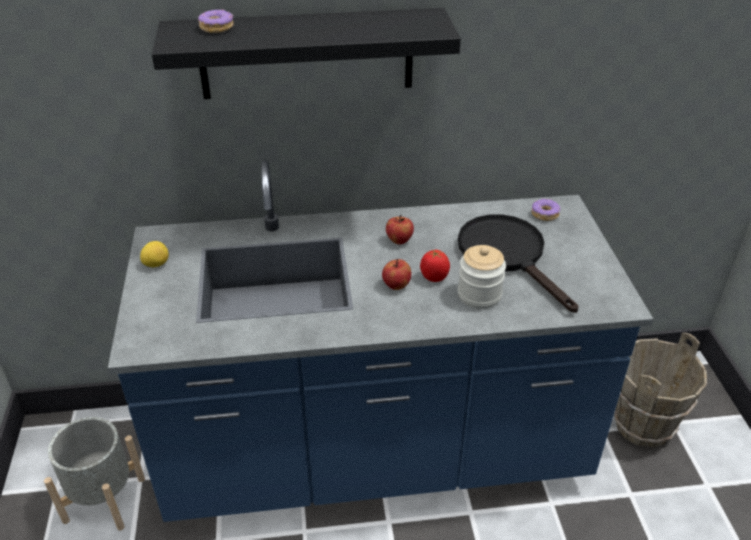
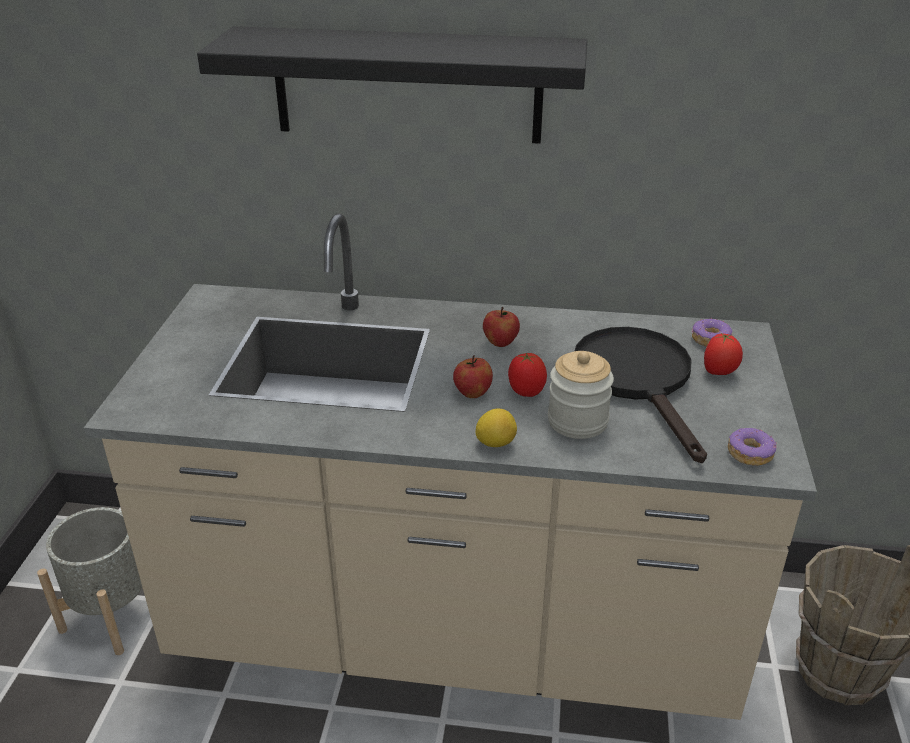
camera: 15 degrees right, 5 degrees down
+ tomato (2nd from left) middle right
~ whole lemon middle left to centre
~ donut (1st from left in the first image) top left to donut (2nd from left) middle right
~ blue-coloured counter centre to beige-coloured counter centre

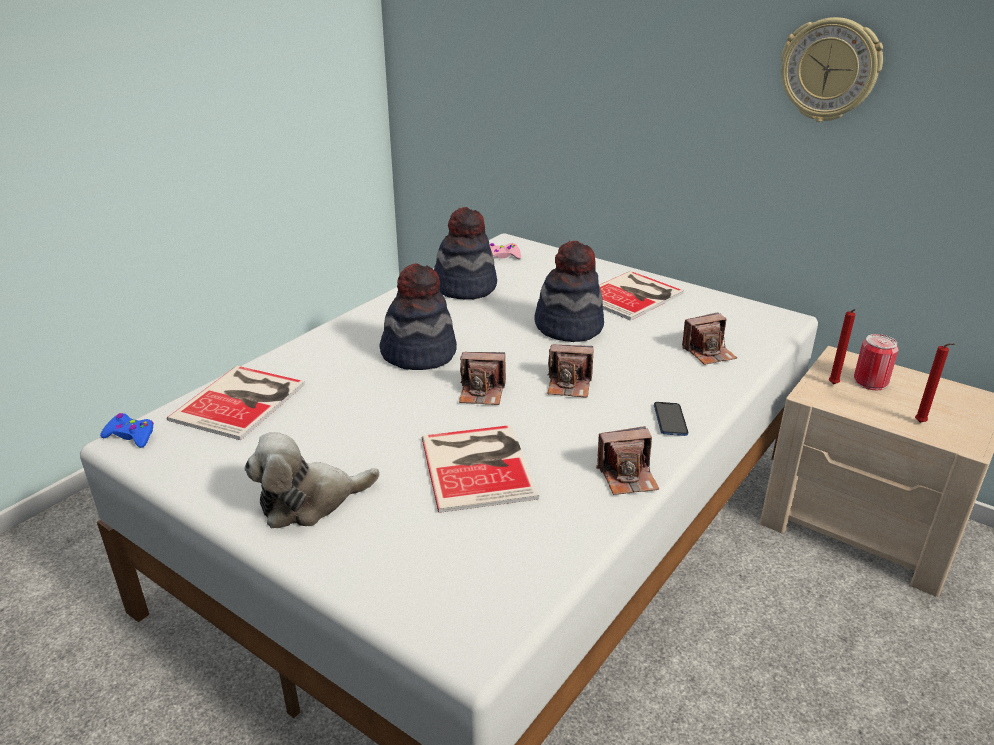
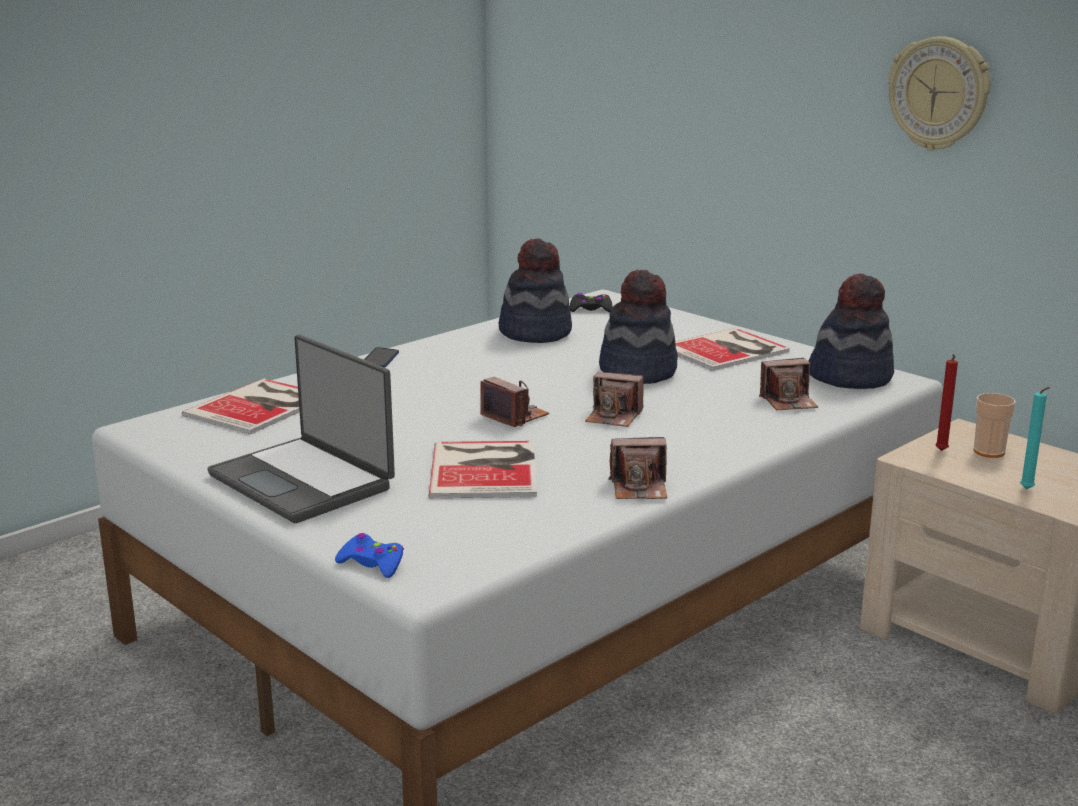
camera: 10 degrees right, 10 degrees down
~ blue-coloured game controller middle left to bottom centre
~ hat (1st from left in the first image) centre to hat (3rd from left) middle right
~ telephone middle right to centre
~ soft toy middle left to laptop middle left
~ metal can middle right to cup middle right
~ pink-coloured game controller centre to black-coloured game controller centre
~ red-coloured candle (2nd from left) middle right to turquoise candle middle right
~ photo camera (1st from left) centre = centre 150 degrees counterclockwise

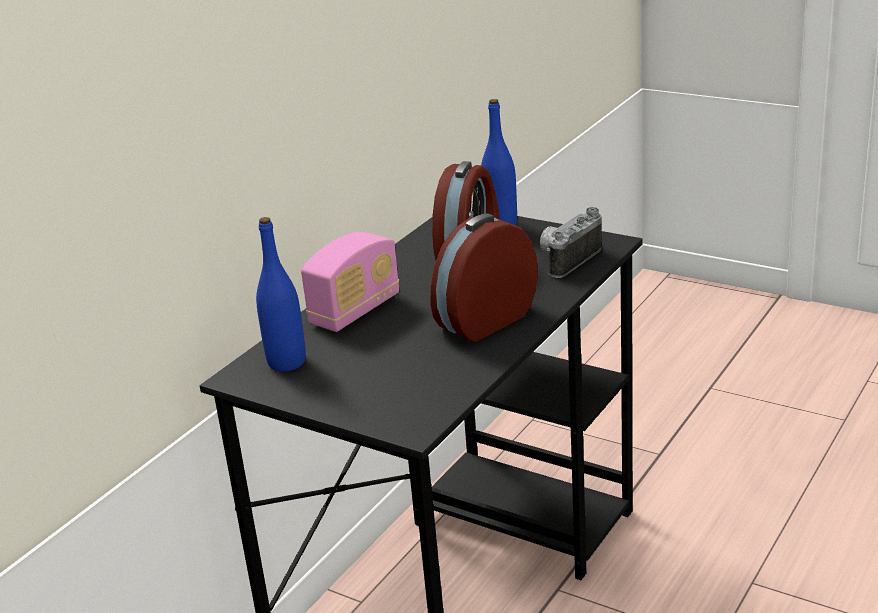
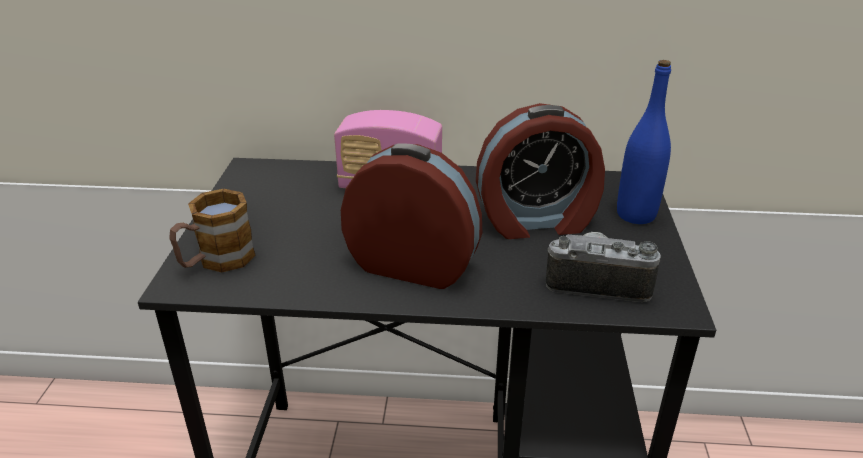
camera: 60 degrees right, 5 degrees up
- blue-coloured drink bottle (1st from left) middle left
+ tea mug middle left

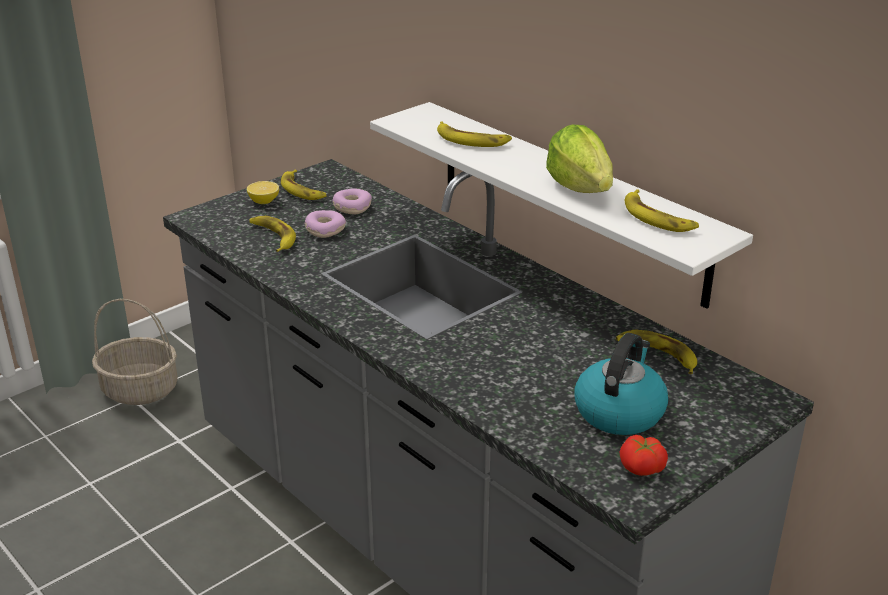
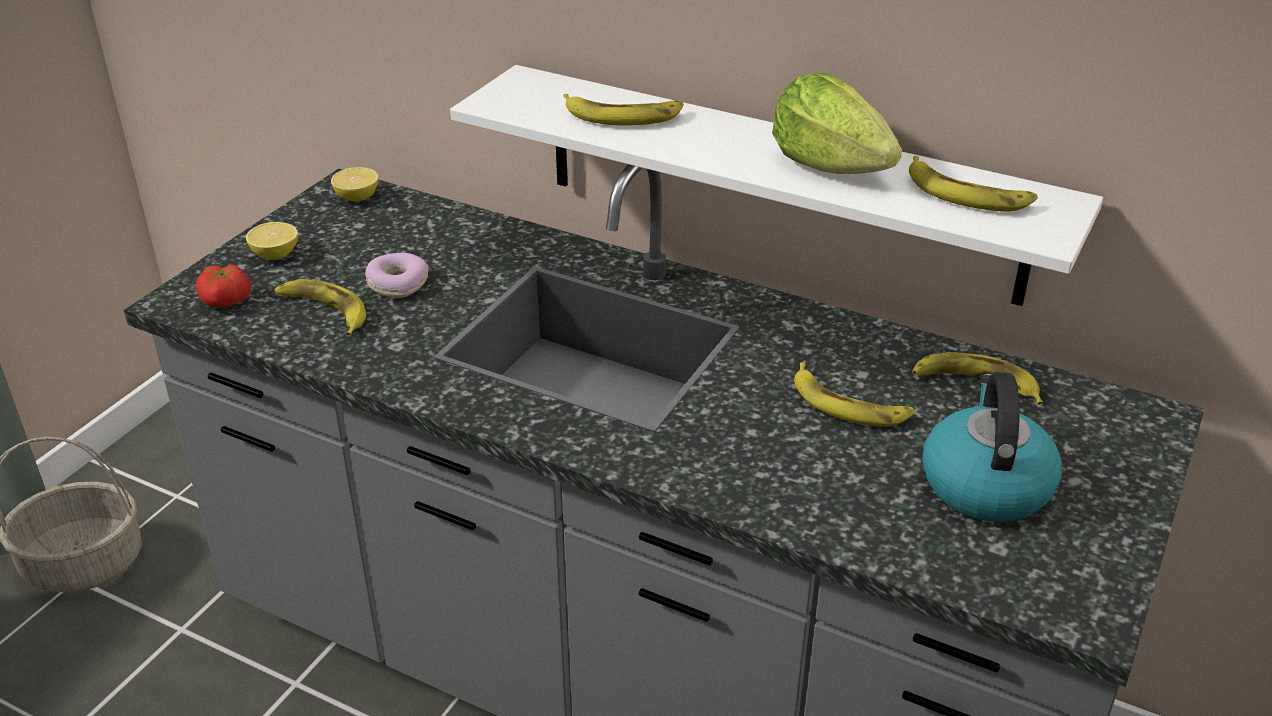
camera: 20 degrees left, 5 degrees up
- donut (2nd from left) centre
+ whole lemon (2nd from left) top left
~ banana fruit (2nd from left in the first image) top centre to banana fruit (3rd from left) middle right
~ tomato bottom right to middle left

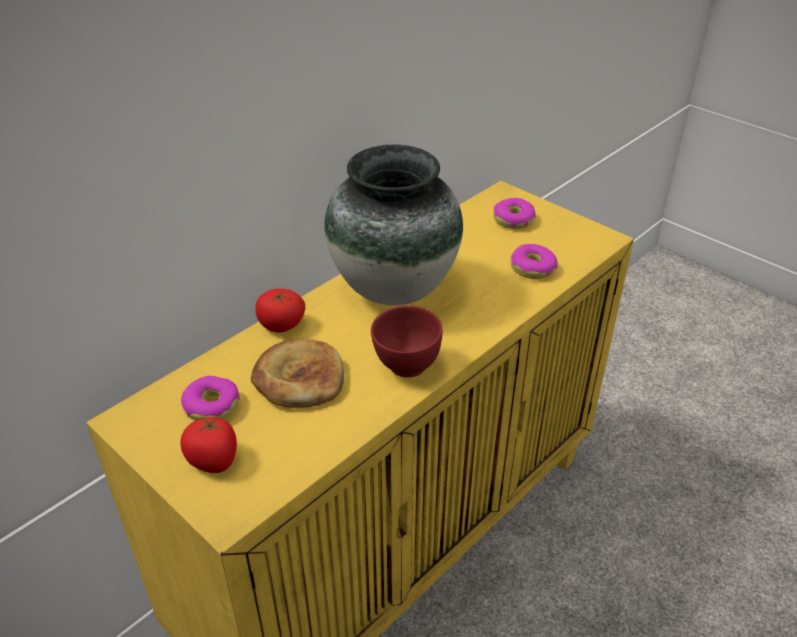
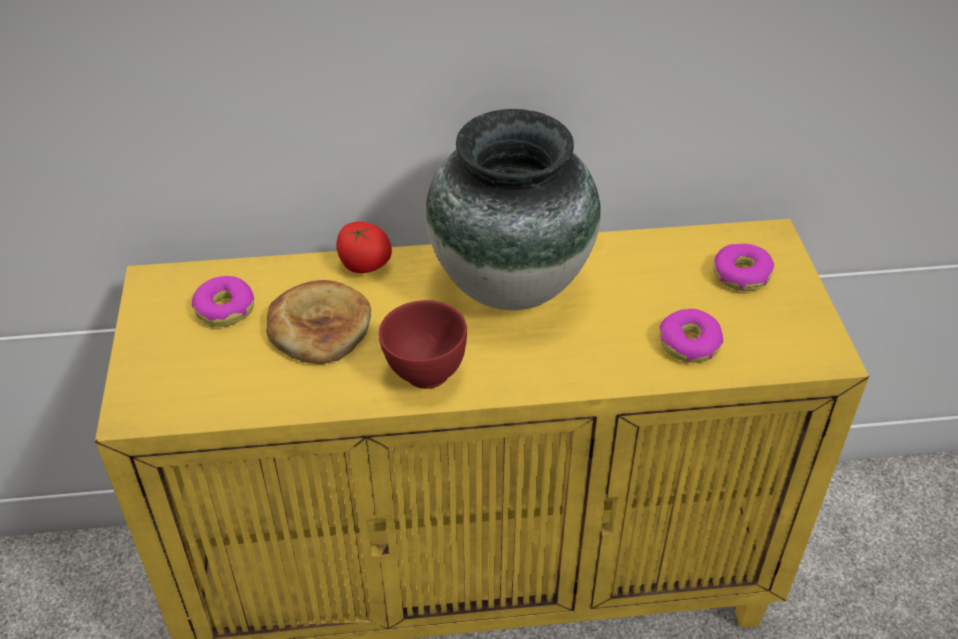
camera: 40 degrees right, 5 degrees up
- tomato (1st from left) bottom left

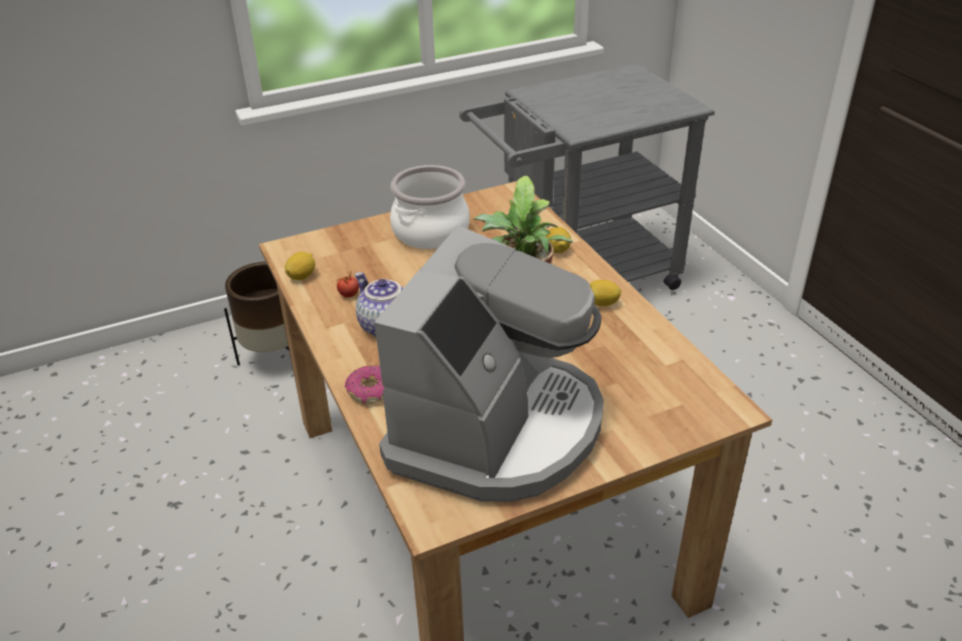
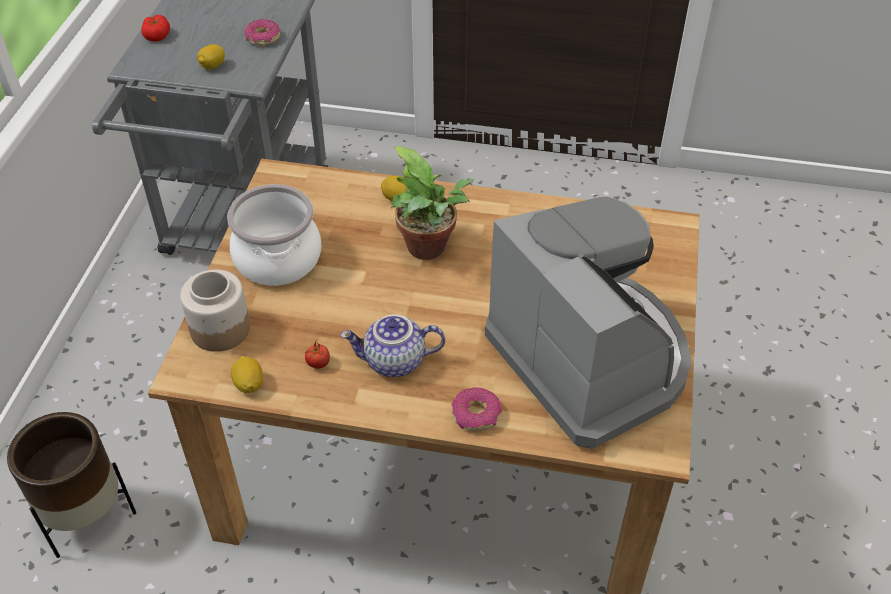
camera: 55 degrees left, 10 degrees up
+ tomato (1st from left) top left
+ storage jar middle left
+ donut (1st from left) top left
~ whole lemon (3rd from left in the first image) centre to whole lemon (1st from left) top left

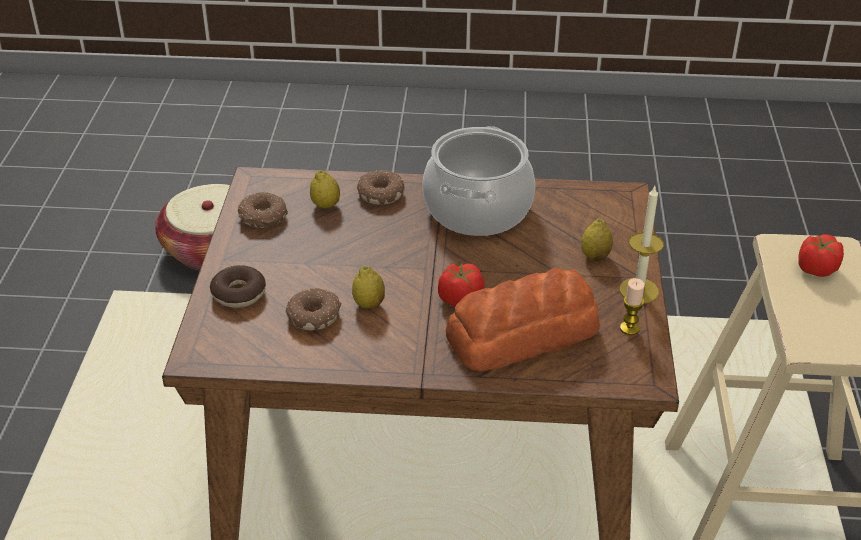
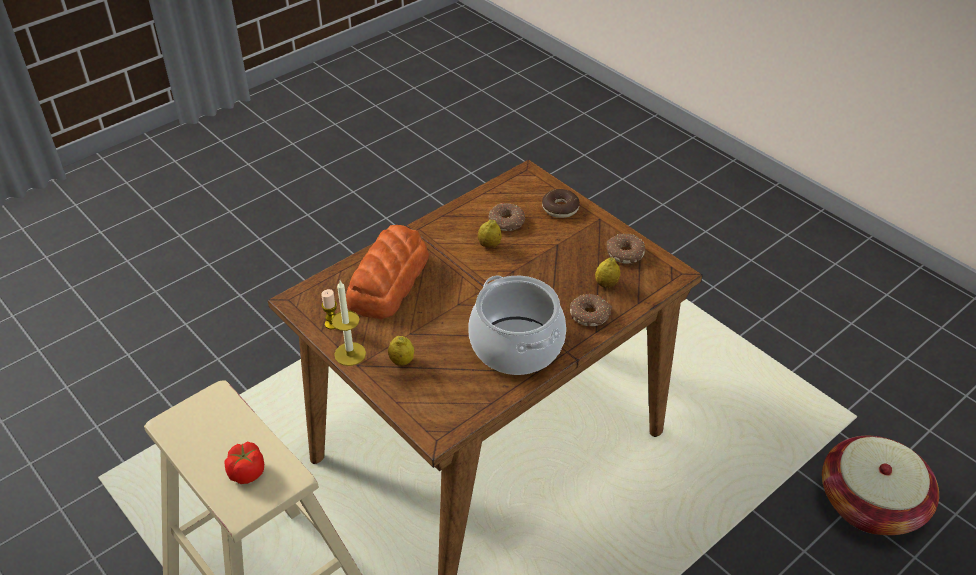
camera: 135 degrees right, 5 degrees up
- tomato (1st from left) centre

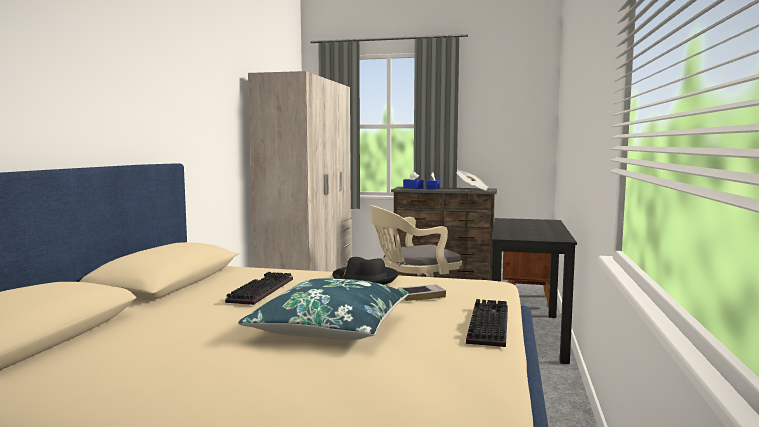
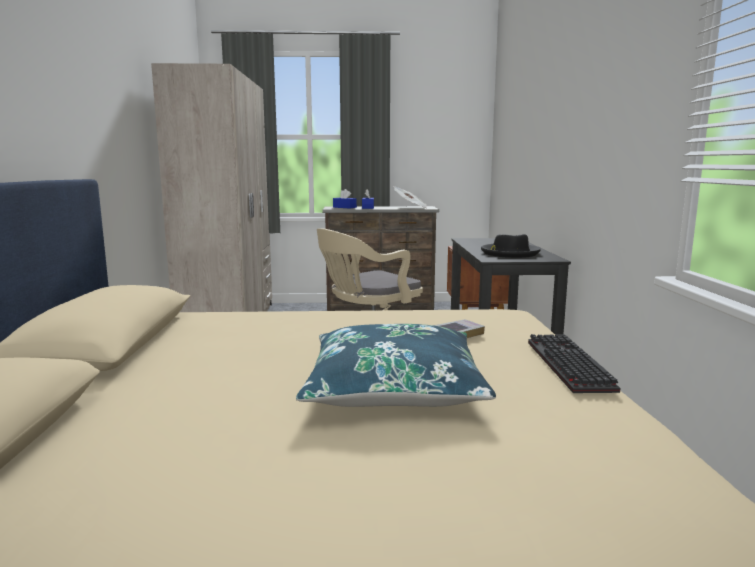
camera: 15 degrees left, 5 degrees up
- keyboard (1st from left) bottom centre
~ black-coloured hat centre to middle right

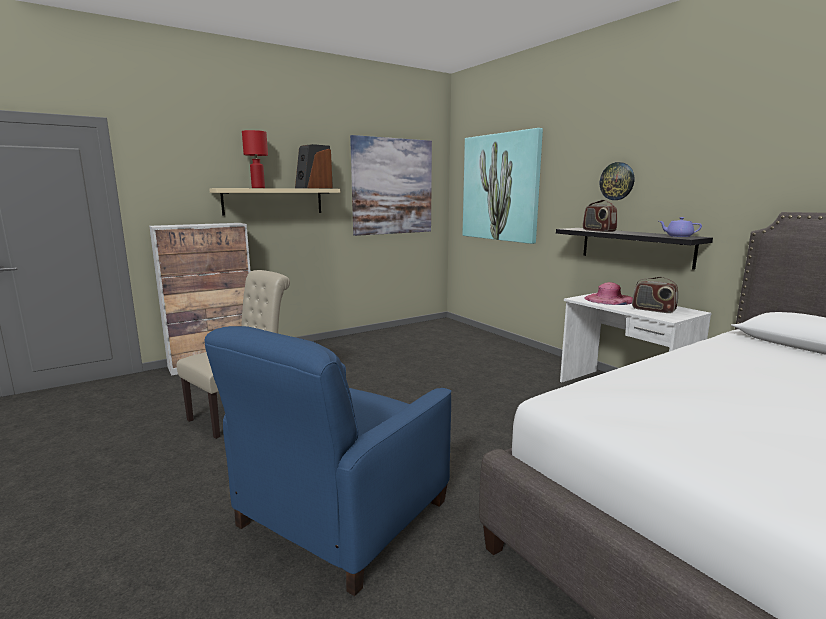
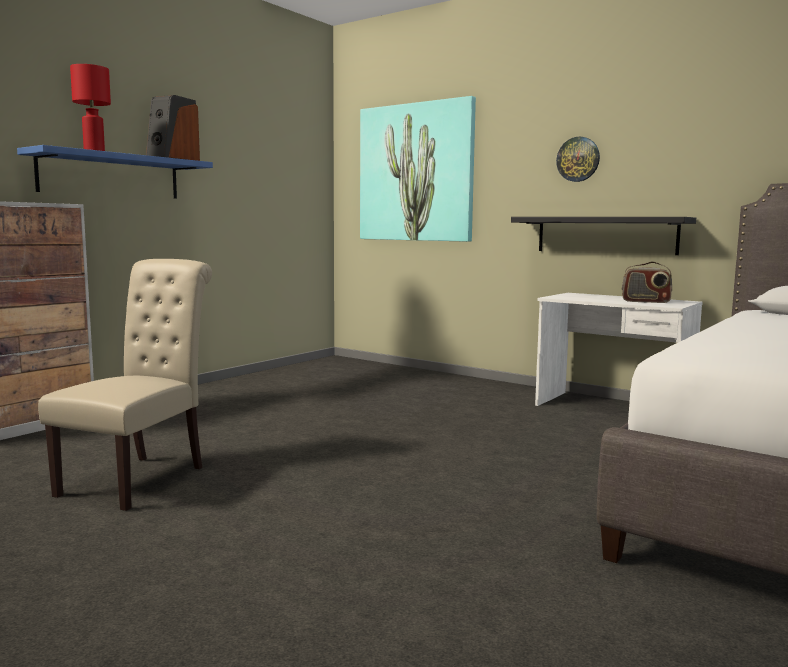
camera: 20 degrees left, 5 degrees down
- blue-coloured easy chair bottom centre
- picture (1st from left) top centre
- radio receiver (1st from left) middle right
- pink-coloured hat middle right
- purplish tea pot middle right
~ beige-coloured wall shelf top left to blue-coloured wall shelf top left

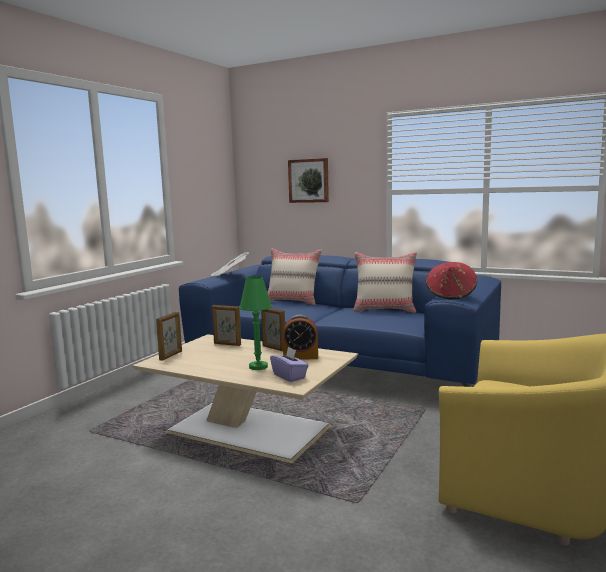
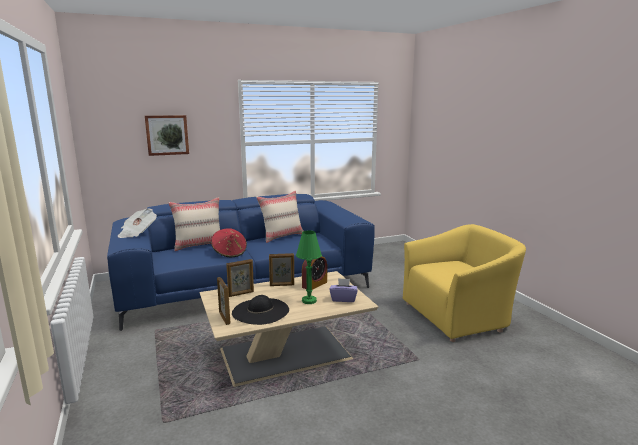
camera: 50 degrees left, 5 degrees up
+ black-coloured hat bottom centre
~ red-coloured hat middle right to centre

